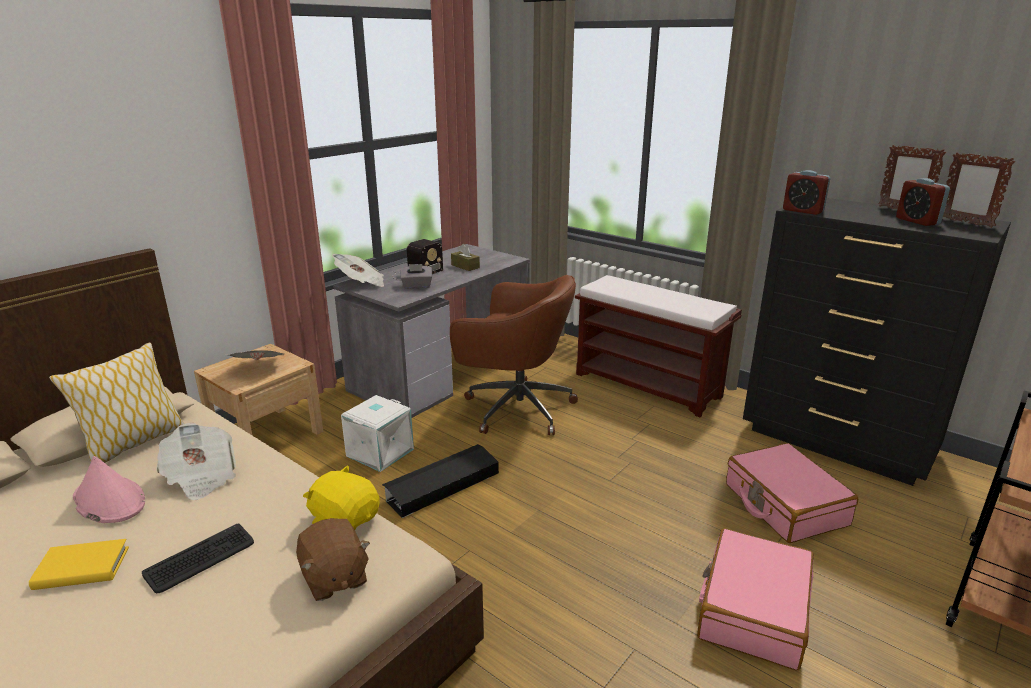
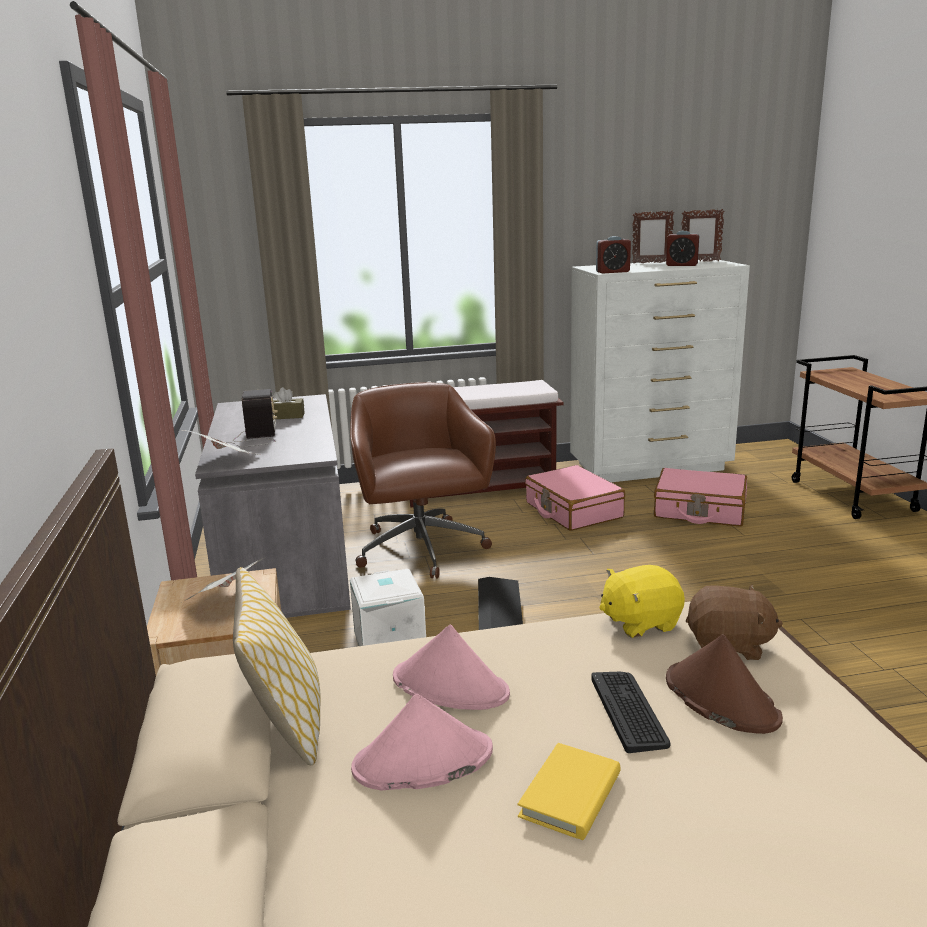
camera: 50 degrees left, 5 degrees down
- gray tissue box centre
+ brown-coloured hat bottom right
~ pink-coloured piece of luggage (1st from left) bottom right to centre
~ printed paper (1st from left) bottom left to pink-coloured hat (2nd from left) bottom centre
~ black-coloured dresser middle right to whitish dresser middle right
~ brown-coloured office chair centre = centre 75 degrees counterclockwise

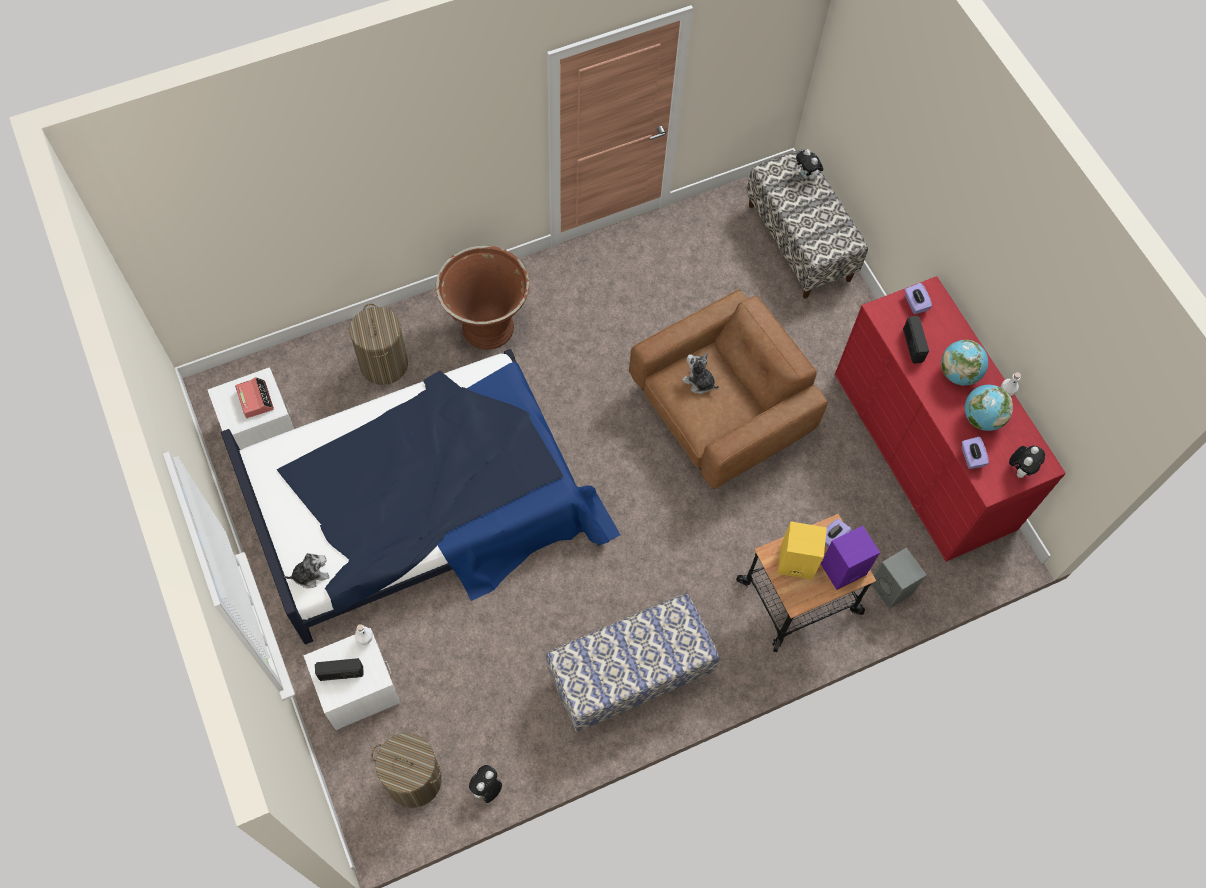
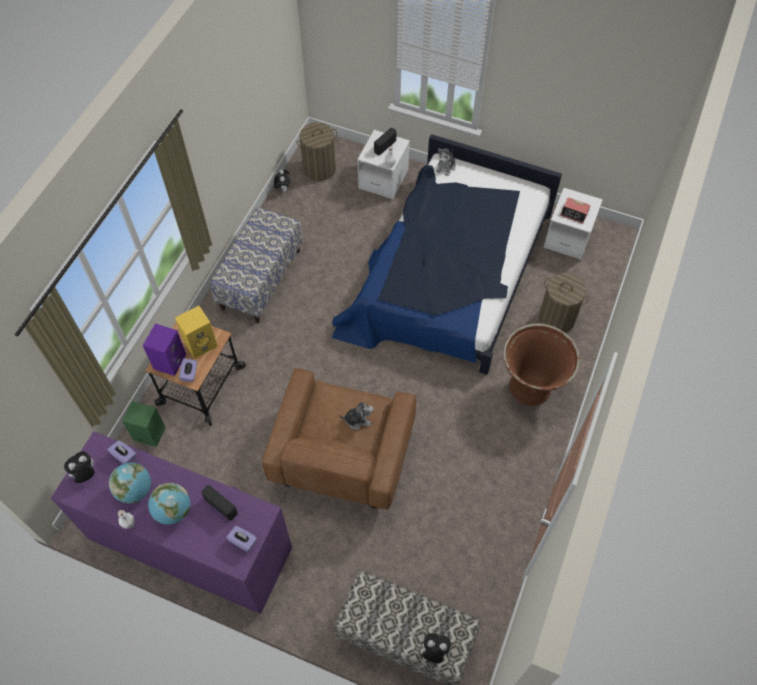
camera: 140 degrees right, 5 degrees down
~ red-coloured dresser middle right to purplish dresser bottom left
~ gray speaker middle right to green speaker middle left
~ soft toy (5th from left in the first image) middle right = bottom left 60 degrees clockwise

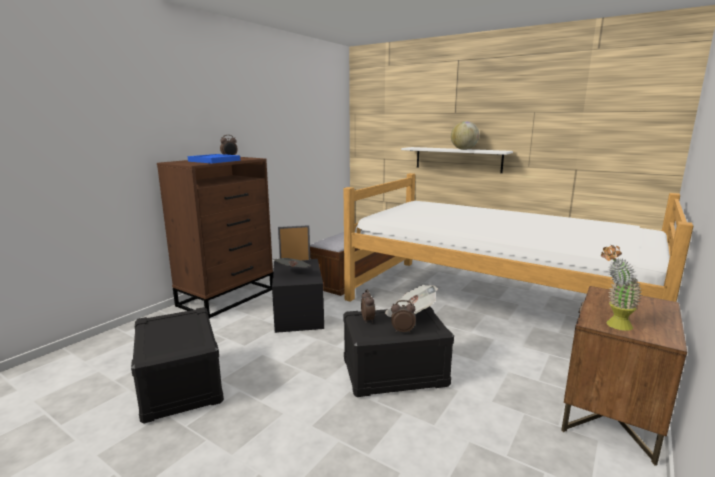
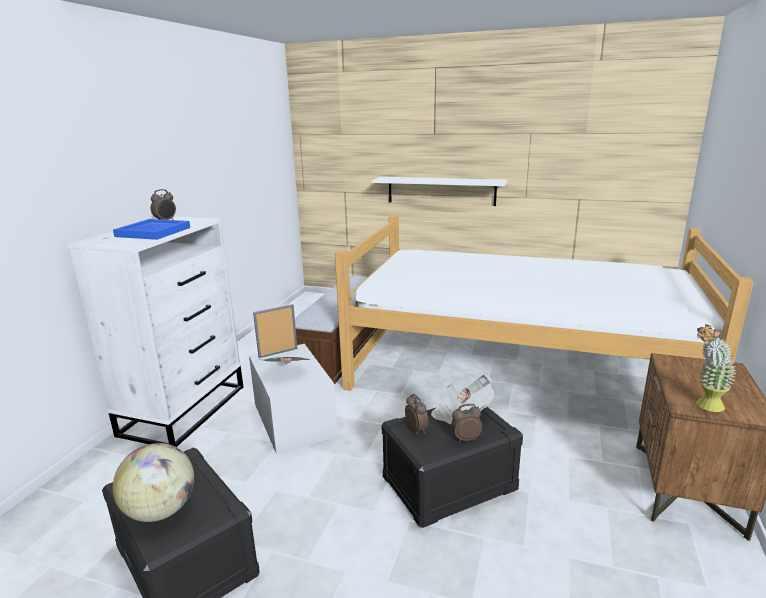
camera: 15 degrees left, 5 degrees up
~ world globe top centre to bottom left
~ brown-coloured dresser middle left to whitish dresser middle left
~ black-coloured storage bin (2nd from left) centre to whitish storage bin bottom centre

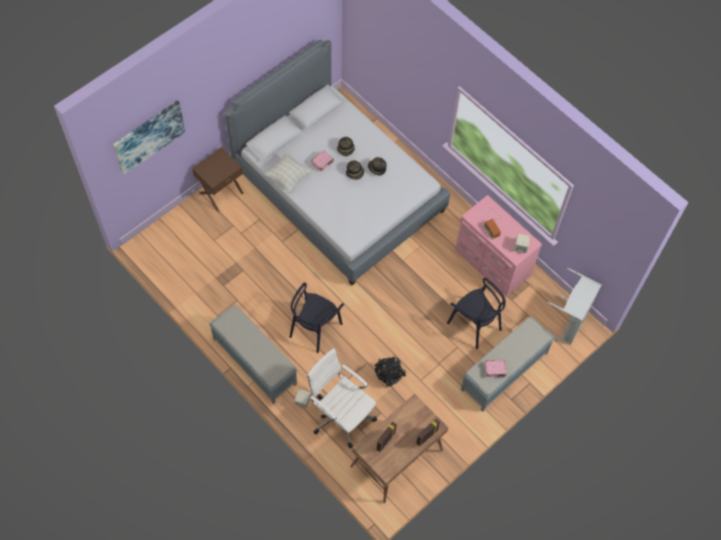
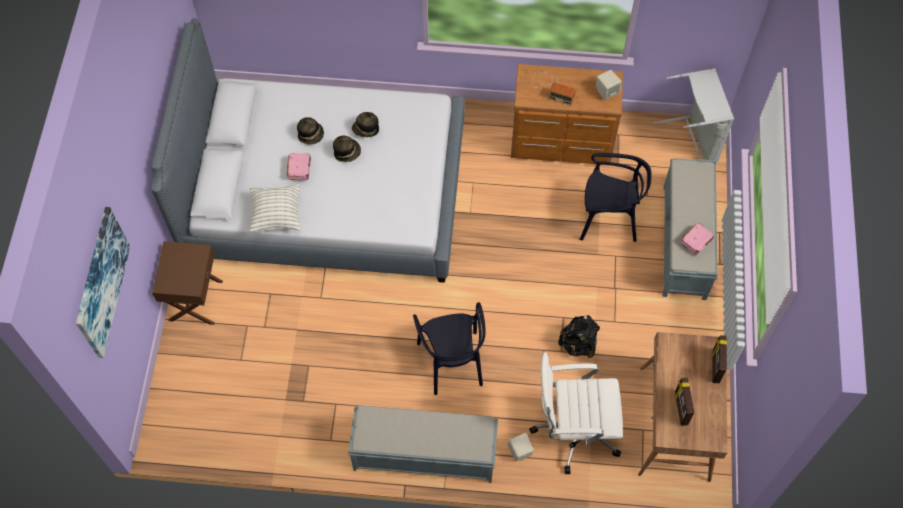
camera: 40 degrees left, 0 degrees up
~ pink-coloured dresser middle right to brown-coloured dresser top centre

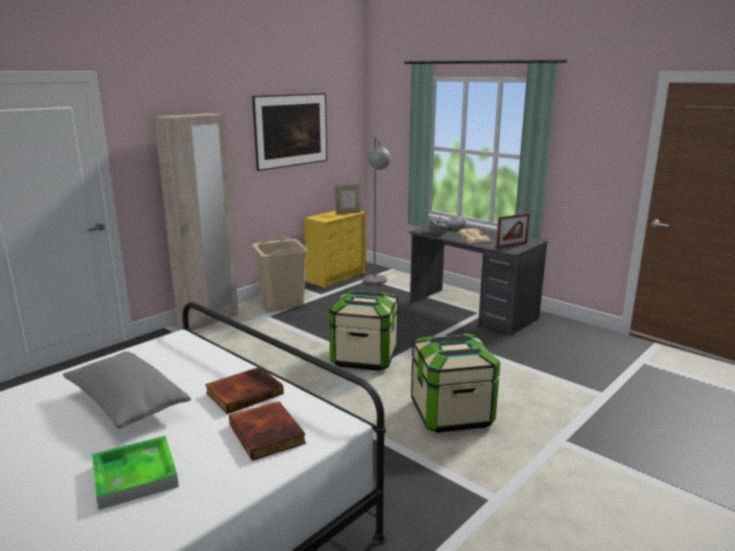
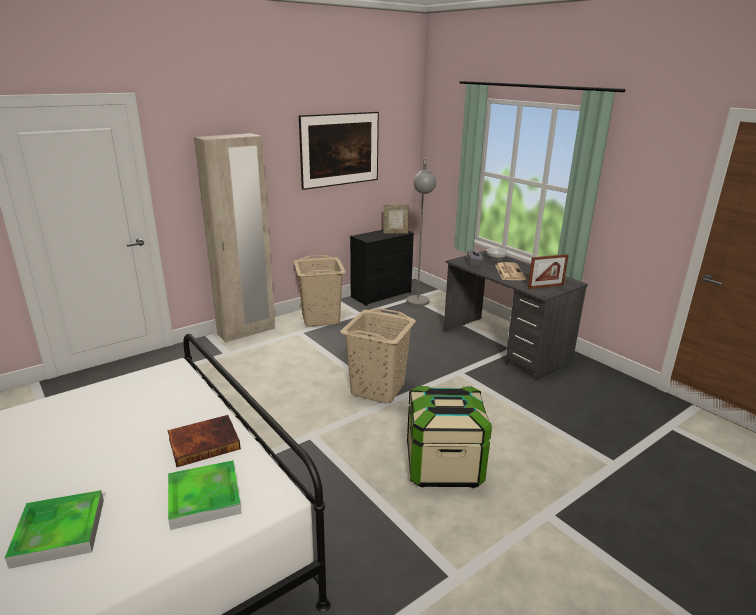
camera: 10 degrees right, 5 degrees up
- gray pillow bottom left
~ book (2nd from left) bottom centre to tray (2nd from left) bottom left
~ storage bin (1st from left) centre to beige-coloured washing basket (2nd from left) centre
~ yellow dresser centre to black-coloured dresser centre

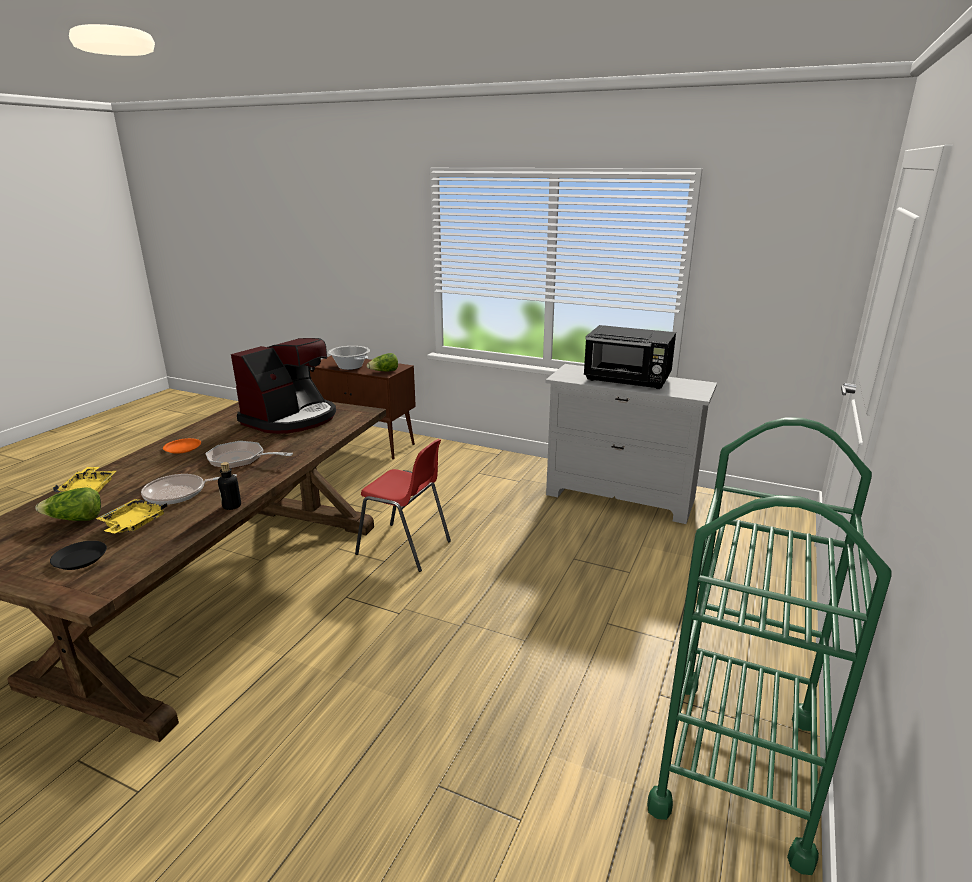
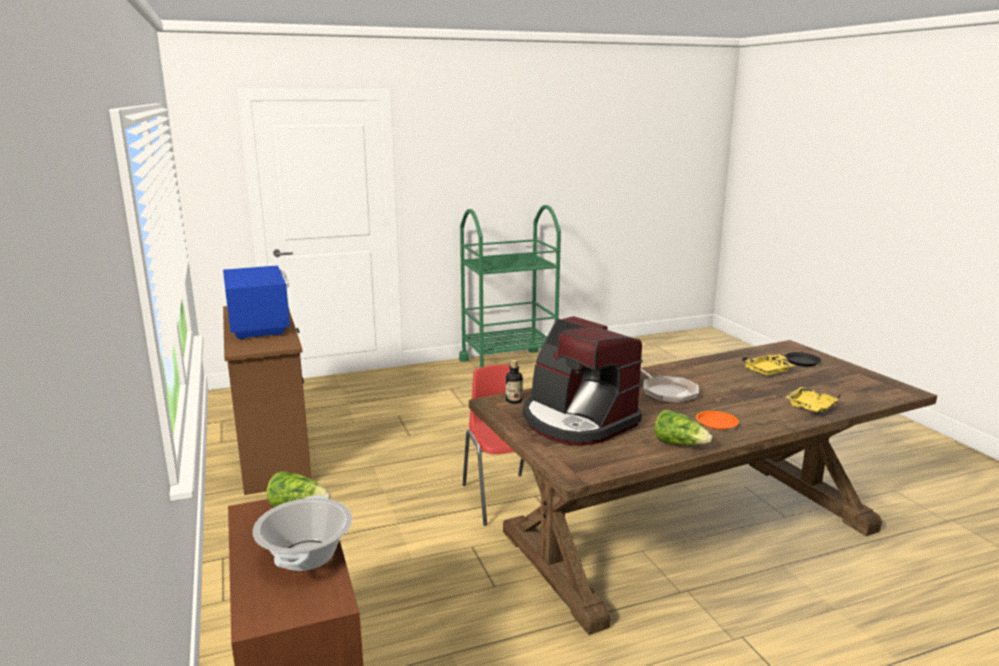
camera: 135 degrees left, 5 degrees down
- frying pan (1st from left) middle left
~ lettuce (1st from left in the first image) middle left to lettuce (2nd from left) middle right
~ drink bottle middle left to centre
~ whitish dresser centre to brown-coloured dresser middle left
~ black-coloured microwave centre to blue-coloured microwave middle left
~ coffee machine middle left = centre 120 degrees counterclockwise

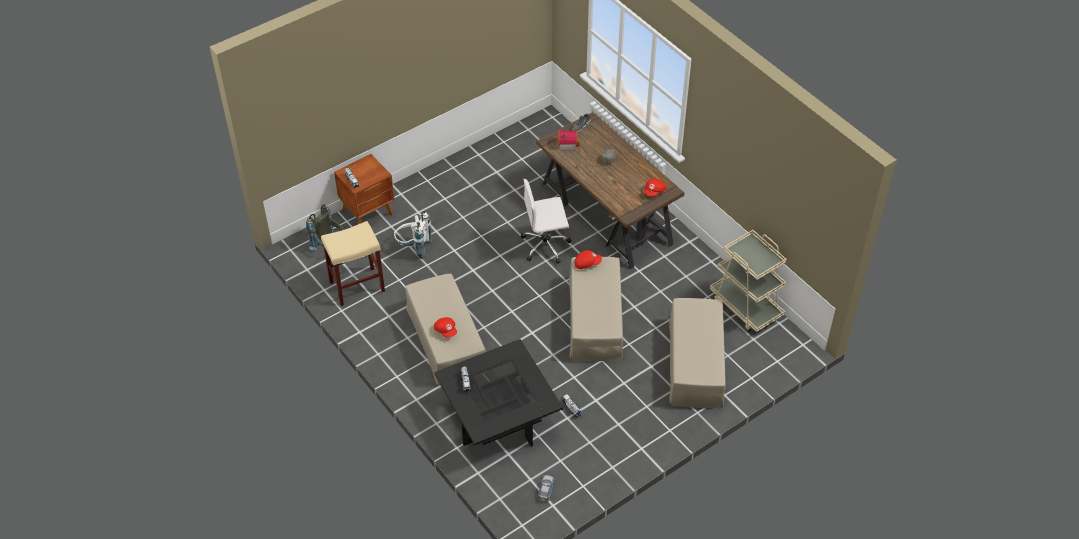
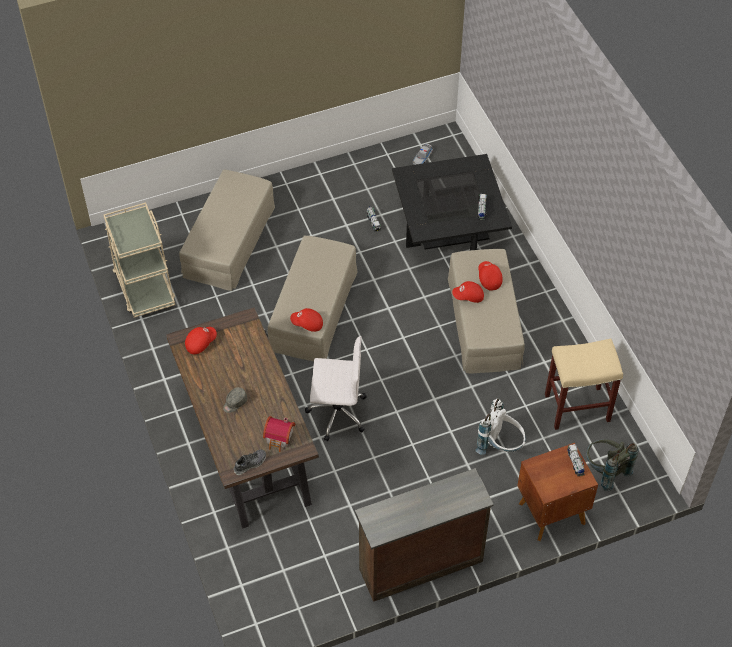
camera: 165 degrees left, 5 degrees up
+ brown-coloured dresser bottom centre
+ red-coloured cap (3rd from left) centre

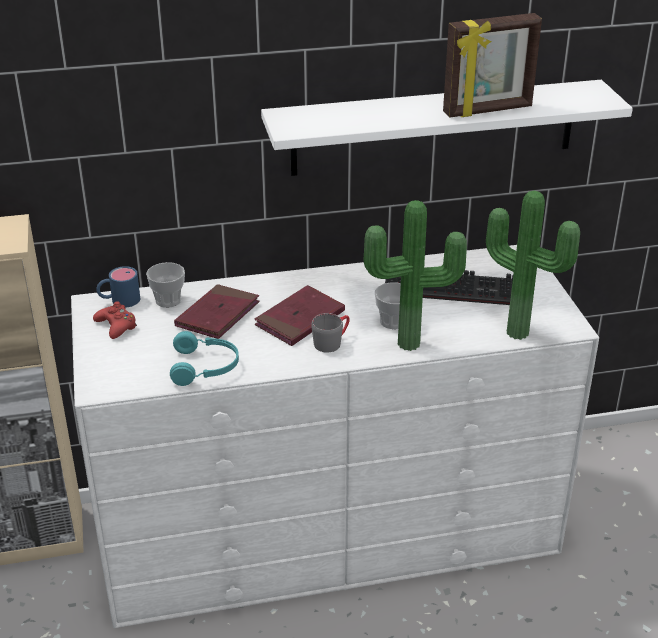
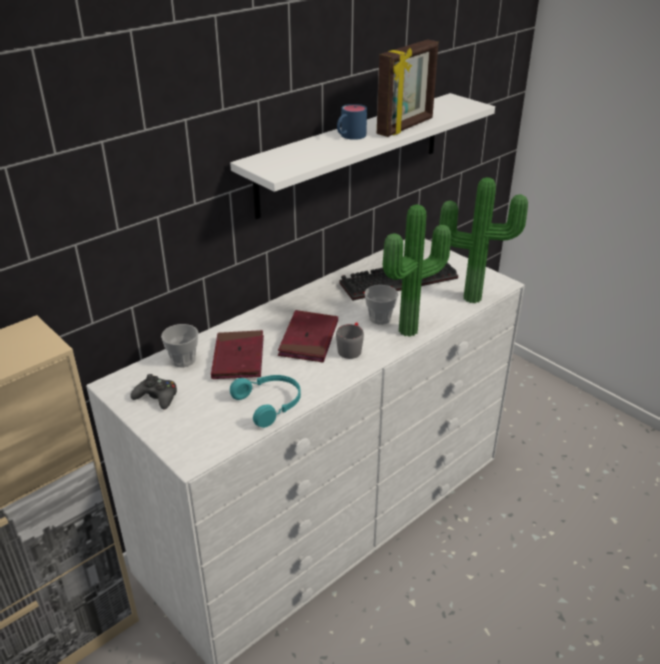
camera: 30 degrees left, 0 degrees up
~ blue-coloured tea mug middle left to top centre
~ red-coloured game controller middle left to black-coloured game controller middle left

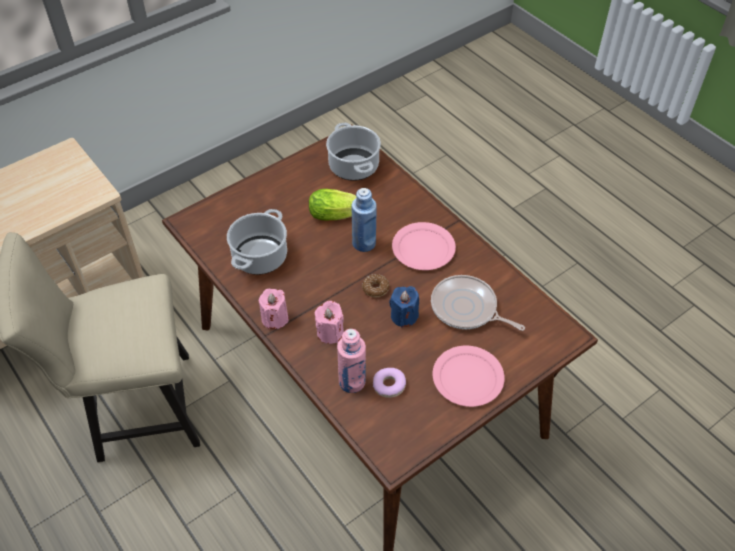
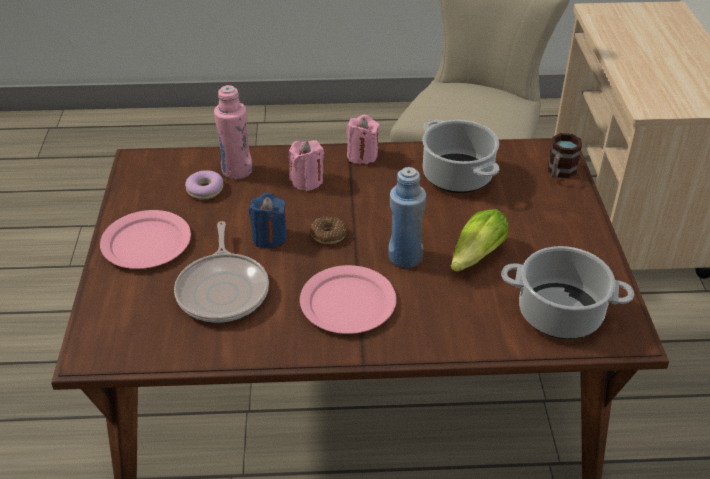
camera: 125 degrees right, 10 degrees down
+ tea mug top right
~ frying pan centre = middle left 105 degrees clockwise

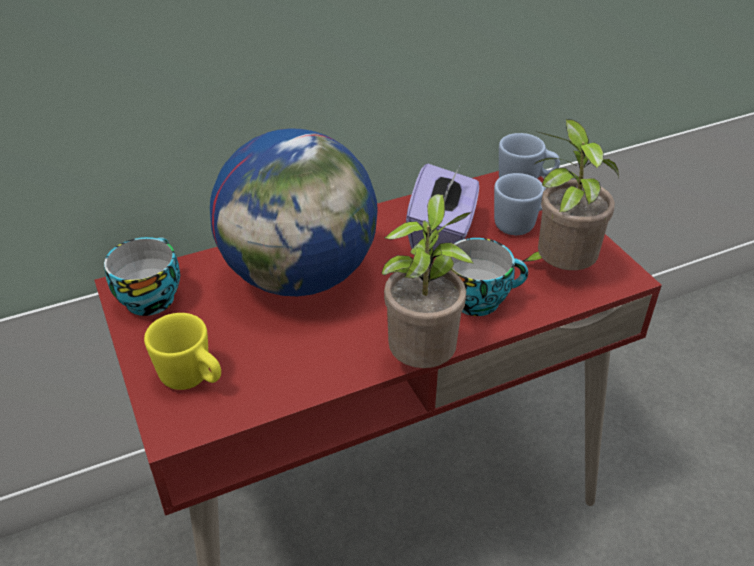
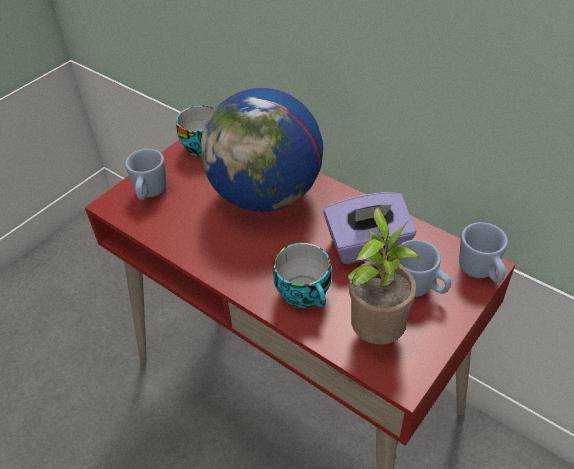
camera: 65 degrees right, 5 degrees up
- potted plant (1st from left) centre
~ yellow tea mug middle left to blue-coloured tea mug (1st from left) middle left

